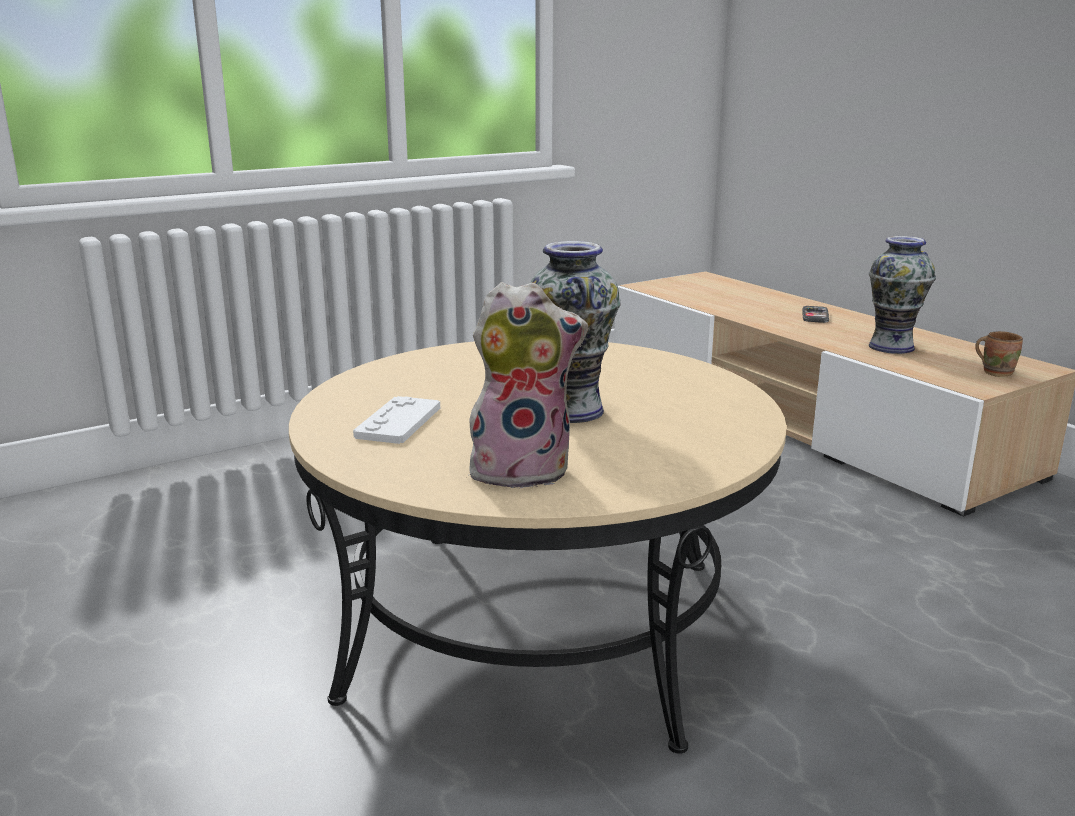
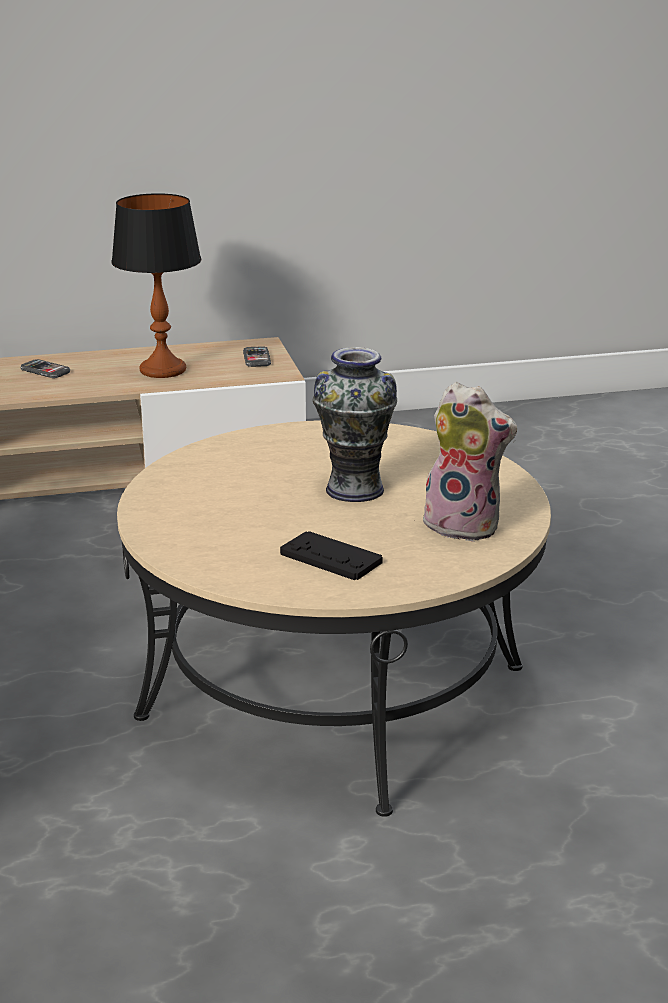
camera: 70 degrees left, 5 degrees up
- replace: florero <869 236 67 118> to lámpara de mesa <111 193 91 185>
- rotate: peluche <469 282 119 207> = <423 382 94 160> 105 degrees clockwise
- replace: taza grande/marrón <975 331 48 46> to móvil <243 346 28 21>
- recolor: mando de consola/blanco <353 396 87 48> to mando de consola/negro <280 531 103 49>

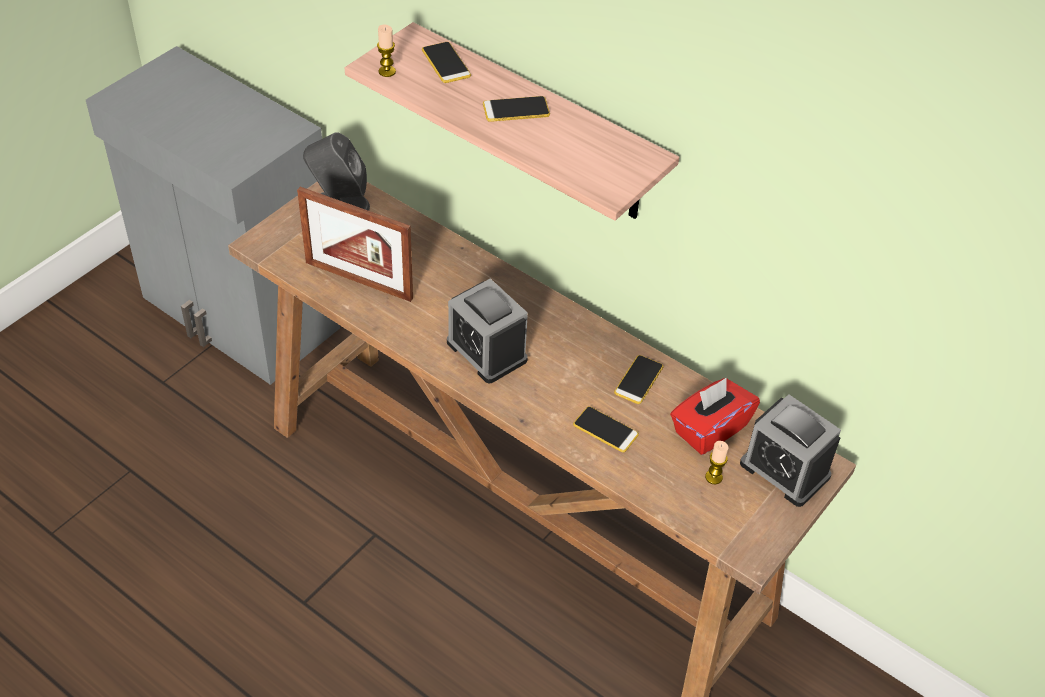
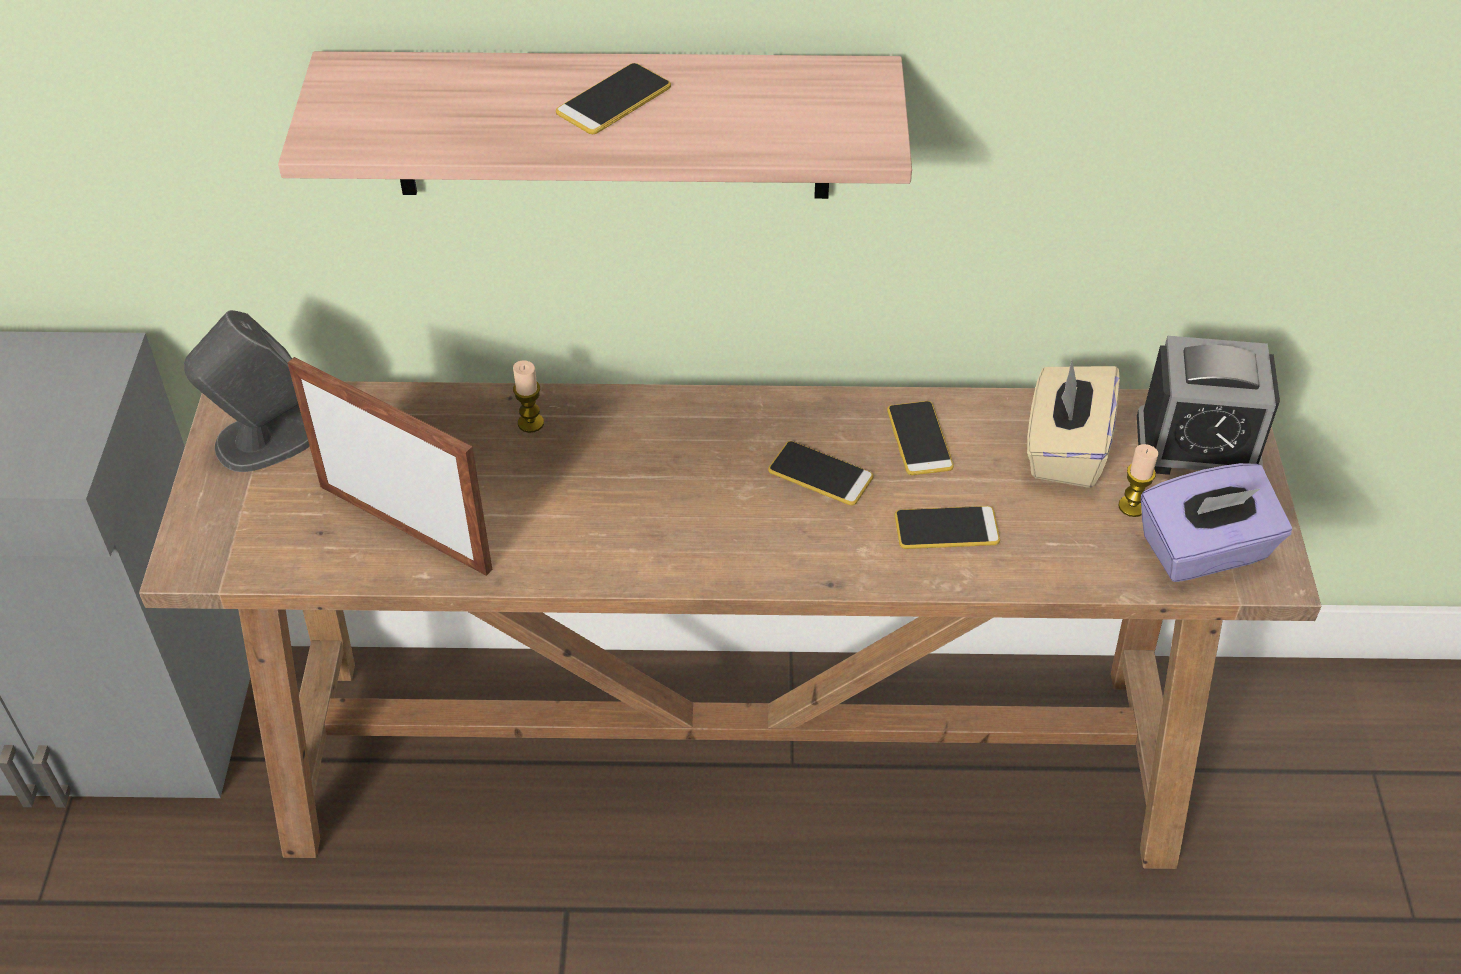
camera: 35 degrees left, 0 degrees up
- move: vela <377 25 19 52> to <513 361 31 72>
- move: móvil <422 42 49 41> to <768 441 105 65>
- rotate: portarretratos <297 187 116 115> = <288 357 204 219> 135 degrees counterclockwise
- delete: despertador <447 278 81 105>
- recolor: caja de pañuelos/rojo <670 378 90 77> to caja de pañuelos/beis <1027 361 93 127>
- insert: caja de pañuelos/morado <1141 463 151 119>

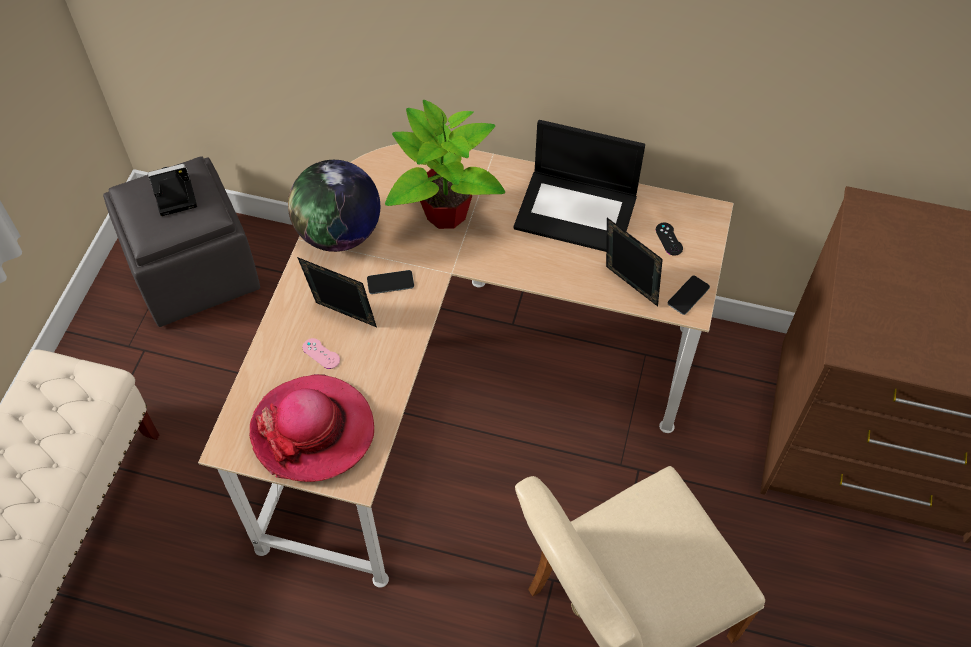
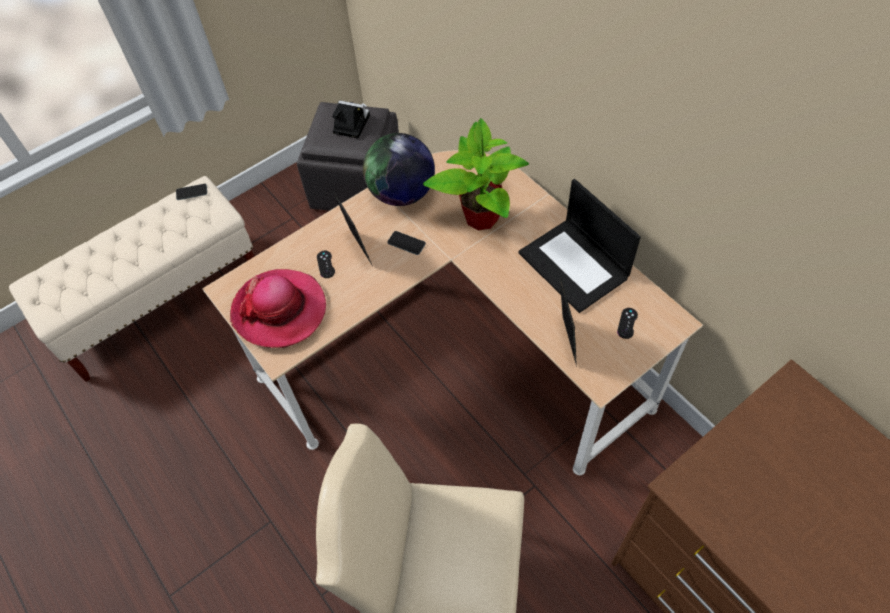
camera: 40 degrees right, 0 degrees up
- move: móvil <668 276 42 39> to <176 184 31 16>
- recolor: mando de consola/rosa <303 338 37 31> to mando de consola/negro <317 251 18 27>

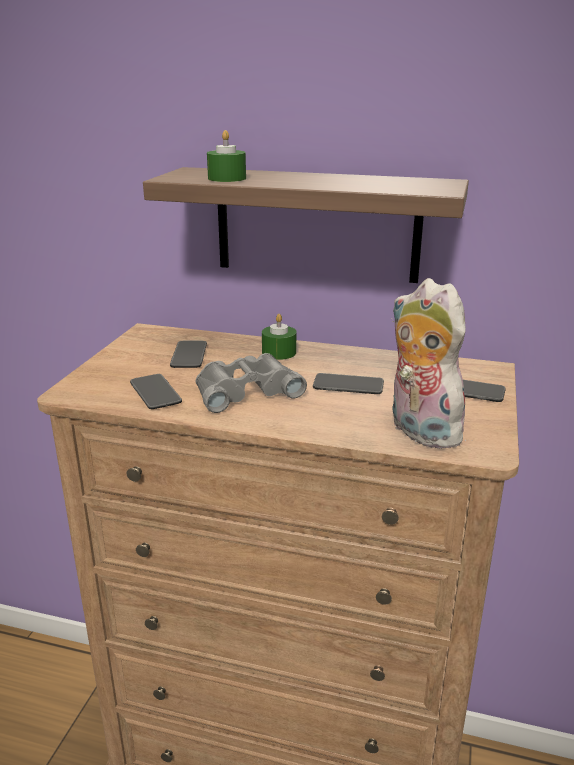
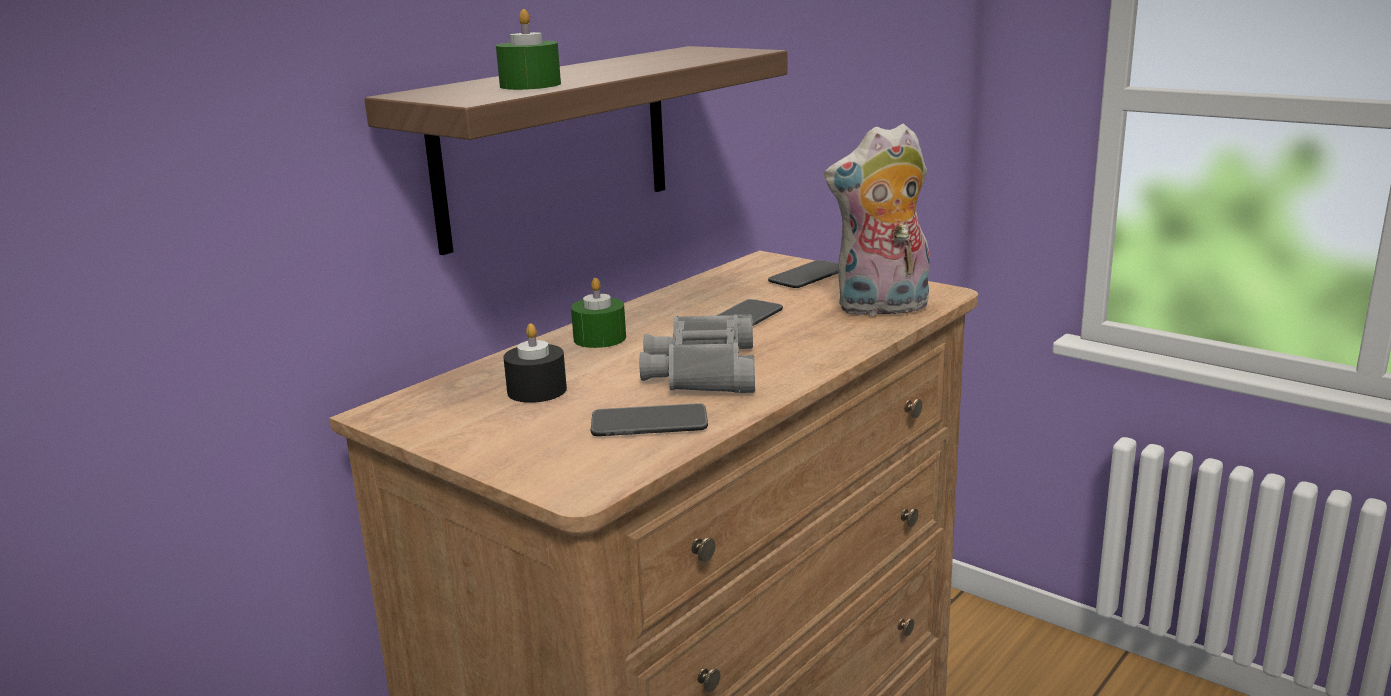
camera: 65 degrees left, 5 degrees down
- replace: móvil <170 341 37 27> to vela/negro <503 324 64 79>

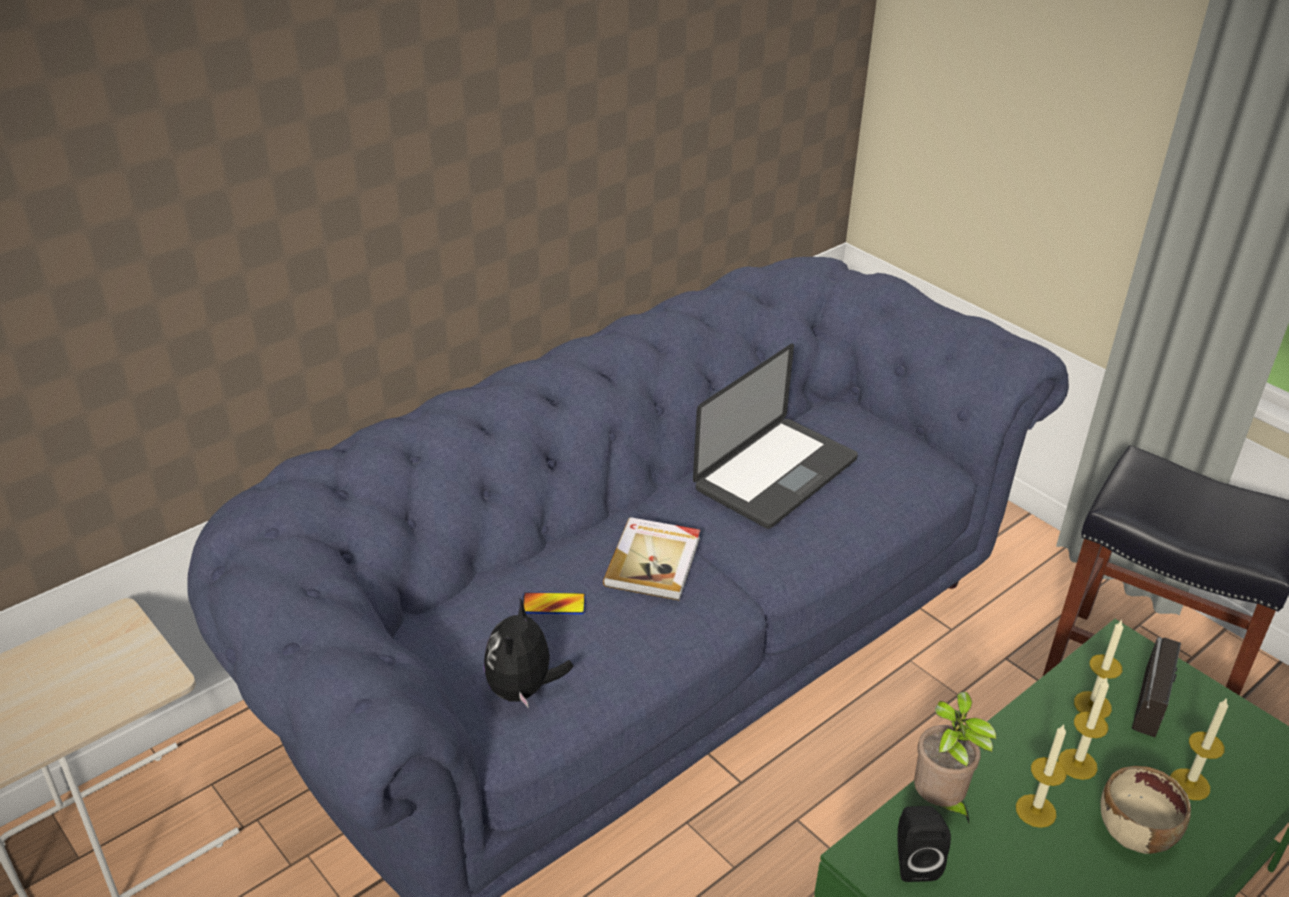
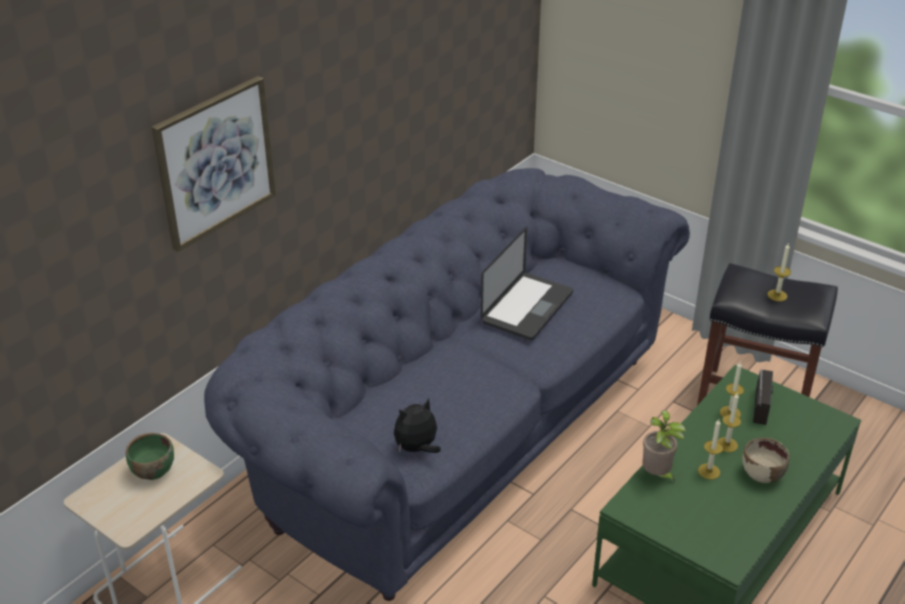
camera: 10 degrees left, 0 degrees up
- delete: libro <603 517 97 83>
- delete: móvil <522 592 64 22>
- rotate: peluche <483 598 91 110> = <394 398 47 55> 60 degrees clockwise
- move: vela <1170 698 58 102> to <768 244 23 57>
- delete: altavoz/negro <898 806 53 76>
- insert: cuadro <151 76 125 176>
- insert: cuenco/verde <126 433 48 47>

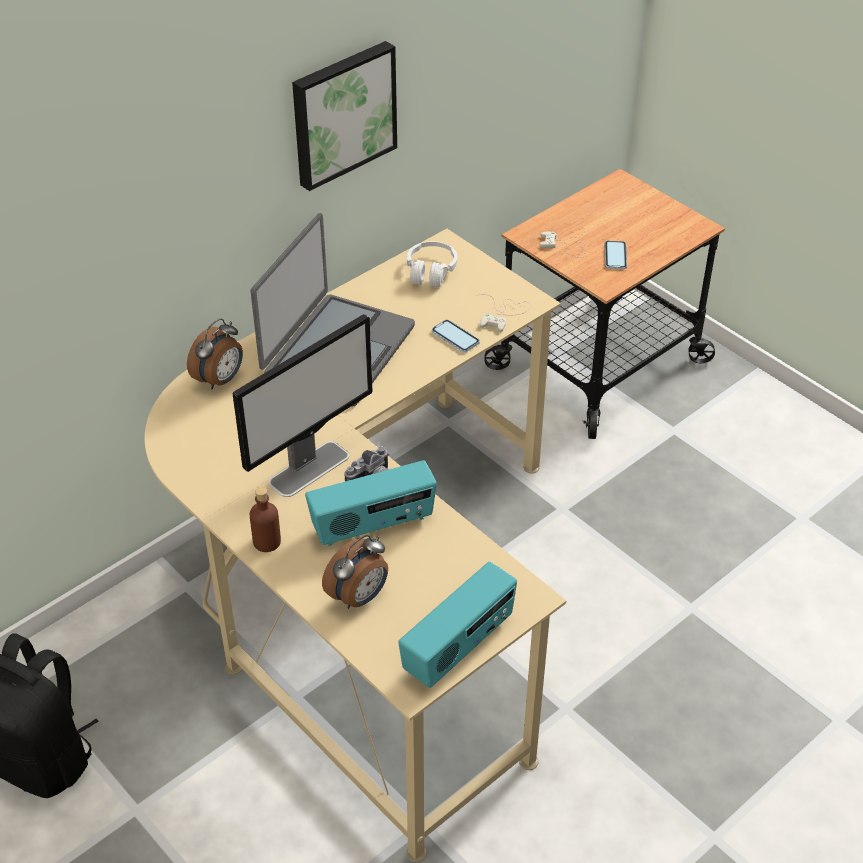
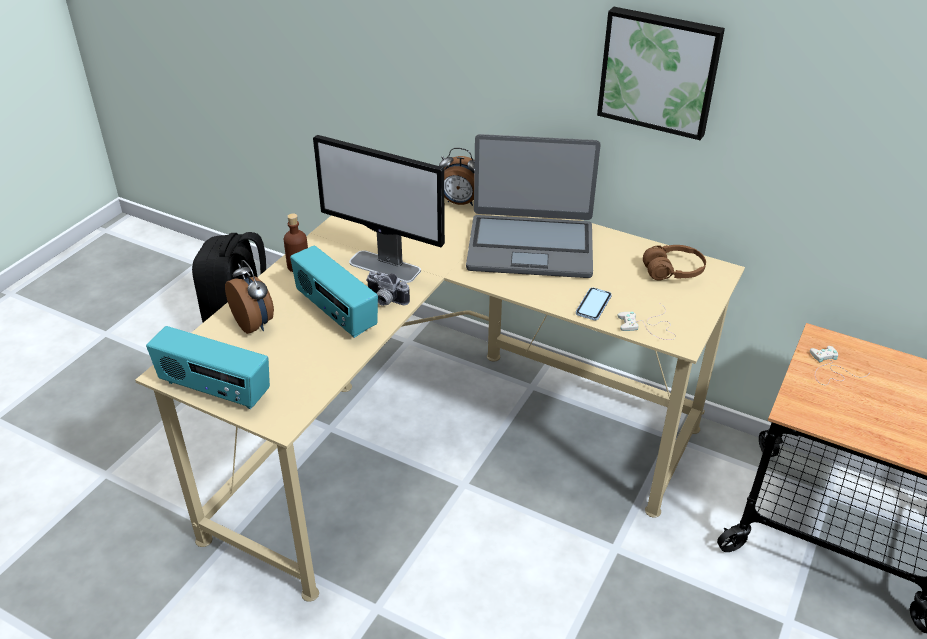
camera: 70 degrees right, 5 degrees down
- recolor: auriculares/blanco <407 241 50 46> to auriculares/marrón <643 245 63 36>
- delete: móvil <605 241 22 28>
- rotate: despertador <322 535 66 74> = <225 260 49 74> 150 degrees counterclockwise

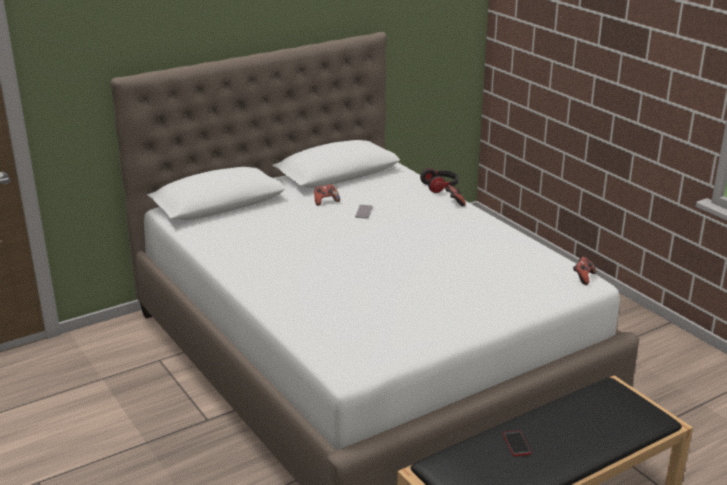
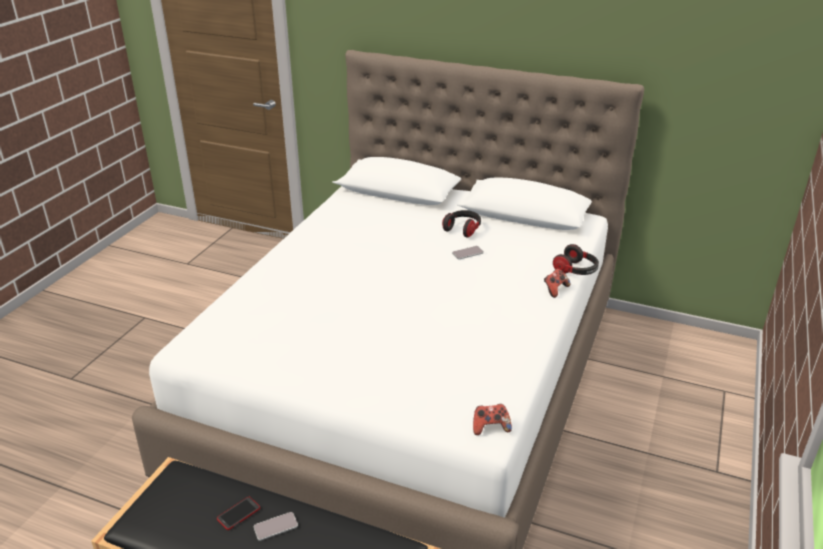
camera: 55 degrees right, 5 degrees up
- replace: mando de consola <314 184 26 22> to auriculares <442 210 39 28>
- insert: móvil <254 512 44 29>

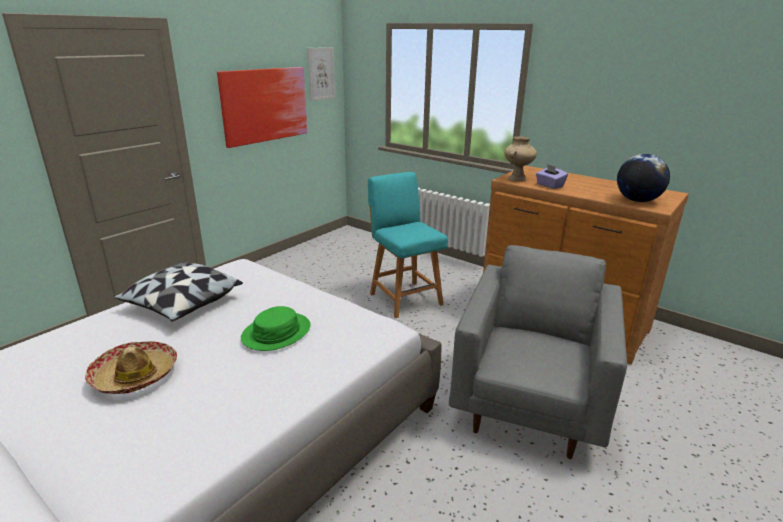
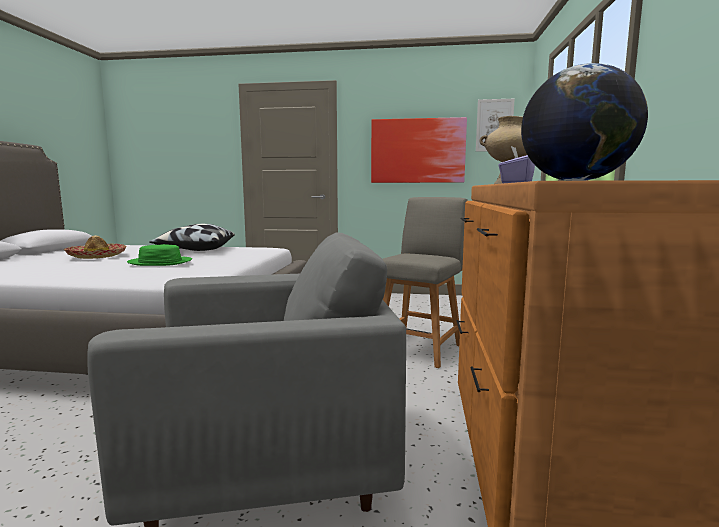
camera: 60 degrees right, 15 degrees down
- recolor: silla/turquesa <368 172 80 146> to silla/gris <383 197 85 171>

